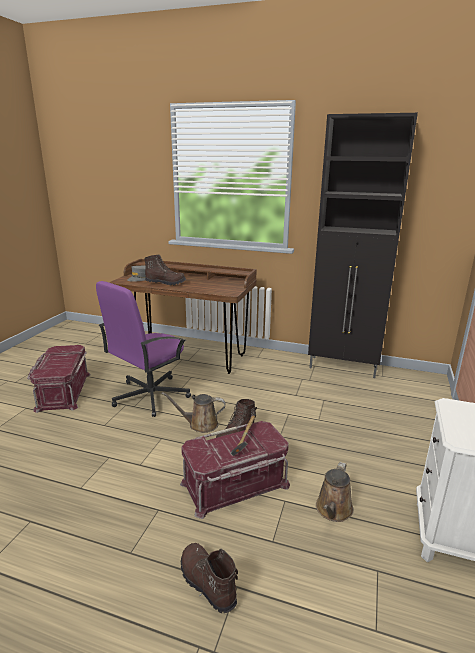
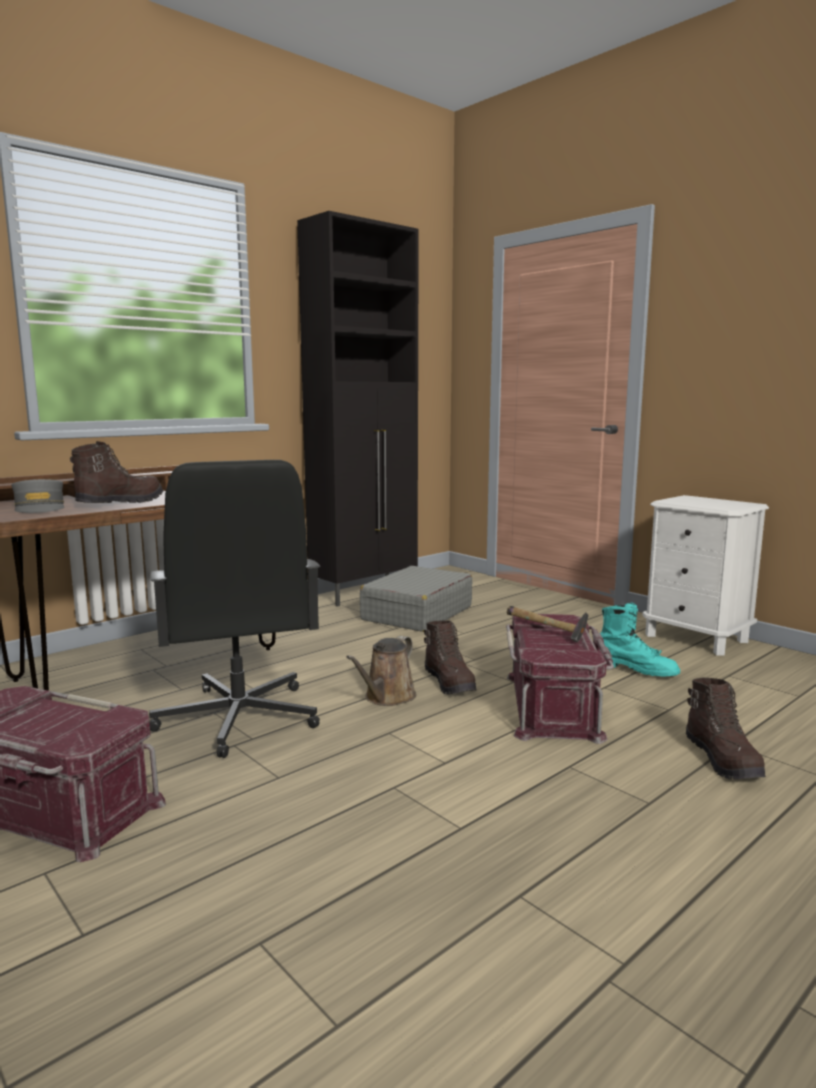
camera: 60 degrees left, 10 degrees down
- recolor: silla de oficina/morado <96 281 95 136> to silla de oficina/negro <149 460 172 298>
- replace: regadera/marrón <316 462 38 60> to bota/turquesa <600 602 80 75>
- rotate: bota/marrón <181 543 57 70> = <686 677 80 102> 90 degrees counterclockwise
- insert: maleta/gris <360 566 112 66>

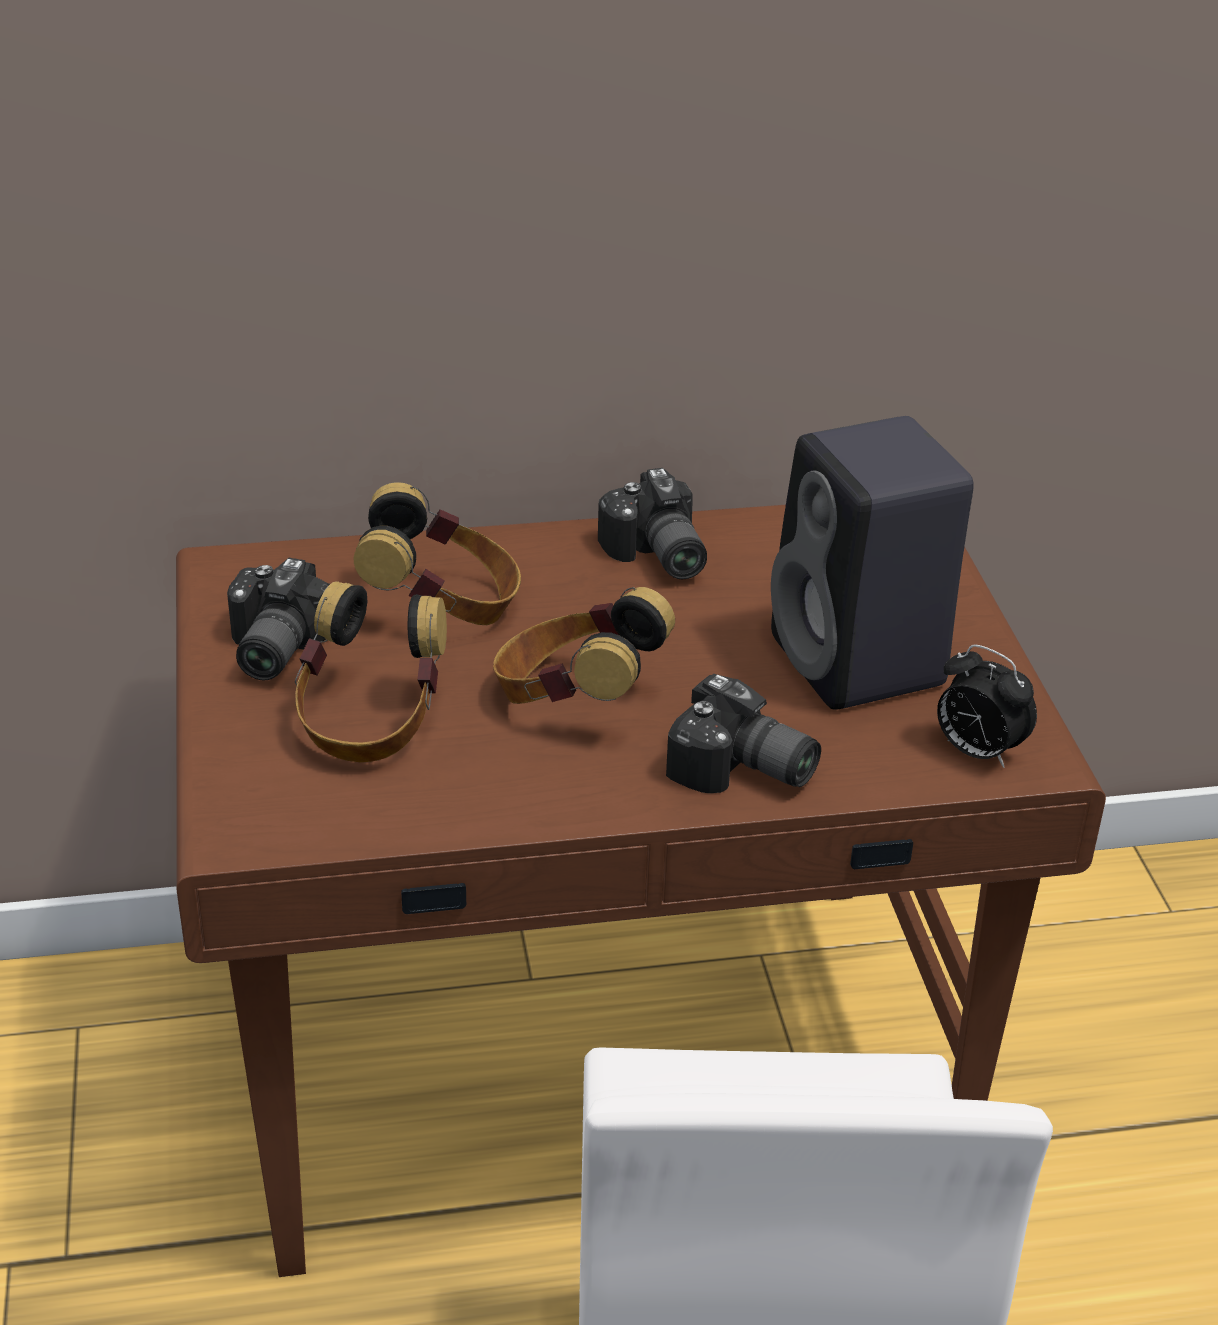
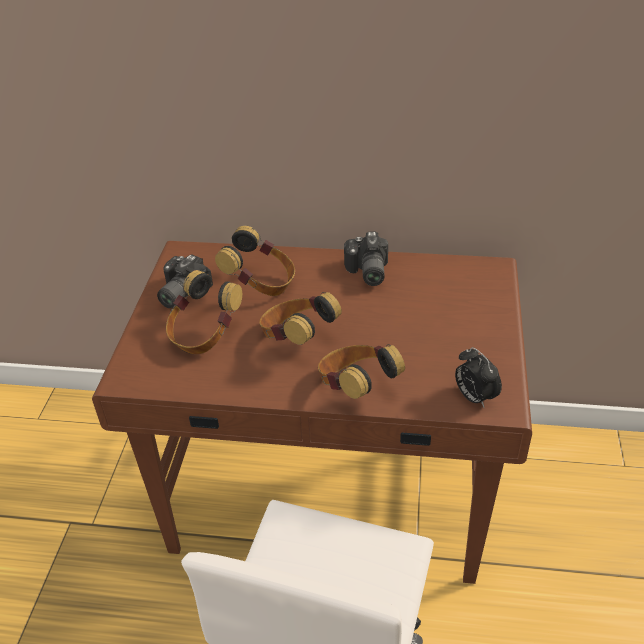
camera: 20 degrees right, 5 degrees up
- delete: altavoz/negro <771 416 203 294>
- replace: cámara <666 674 155 119> to auriculares <318 344 87 55>

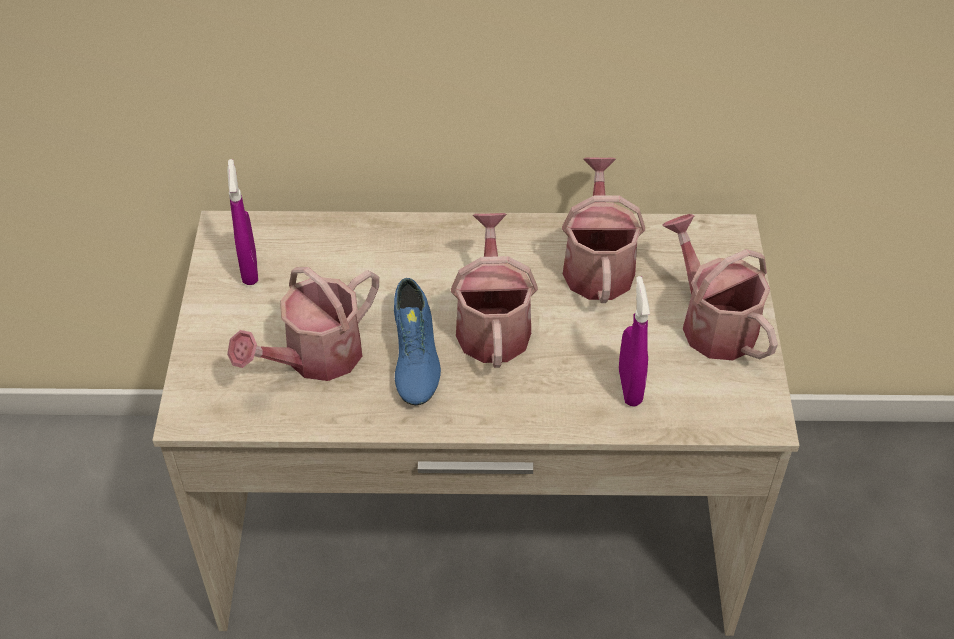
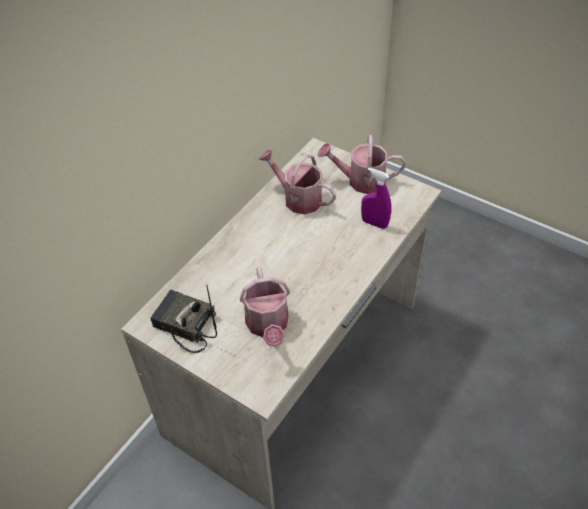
camera: 55 degrees left, 0 degrees up
- replace: pulverizador/morado <227 159 31 126> to radio <150 285 67 68>
- delete: regadera <451 213 87 155>
- delete: zapato/azul <394 278 47 127>

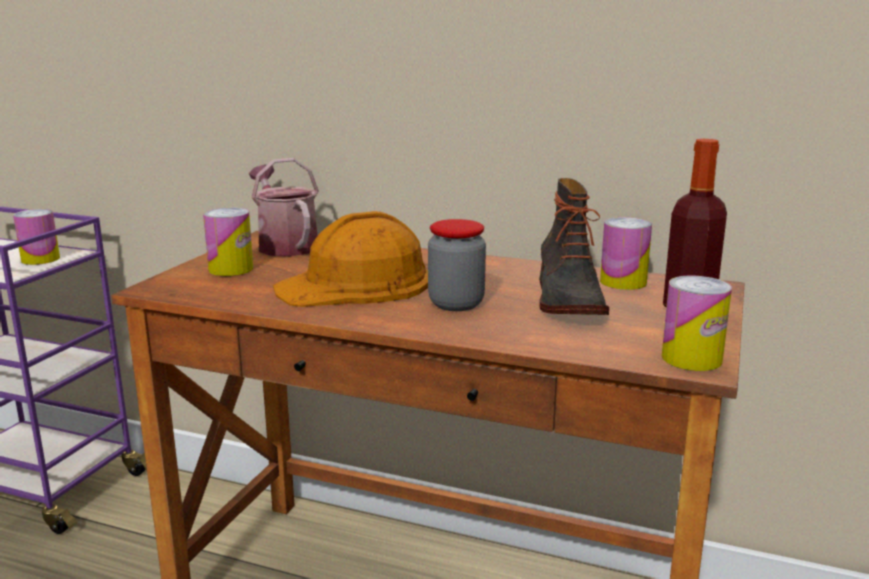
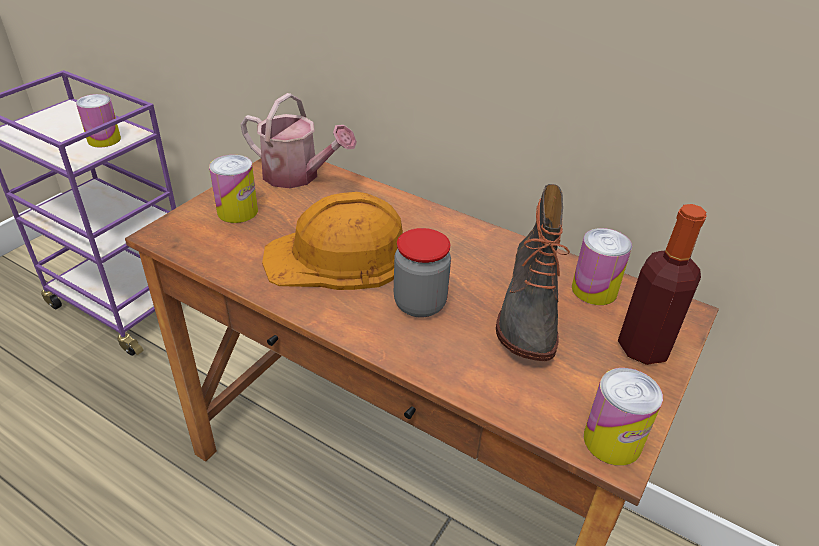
camera: 10 degrees right, 20 degrees up
- rotate: regadera <249 158 70 98> = <240 93 117 95> 135 degrees clockwise

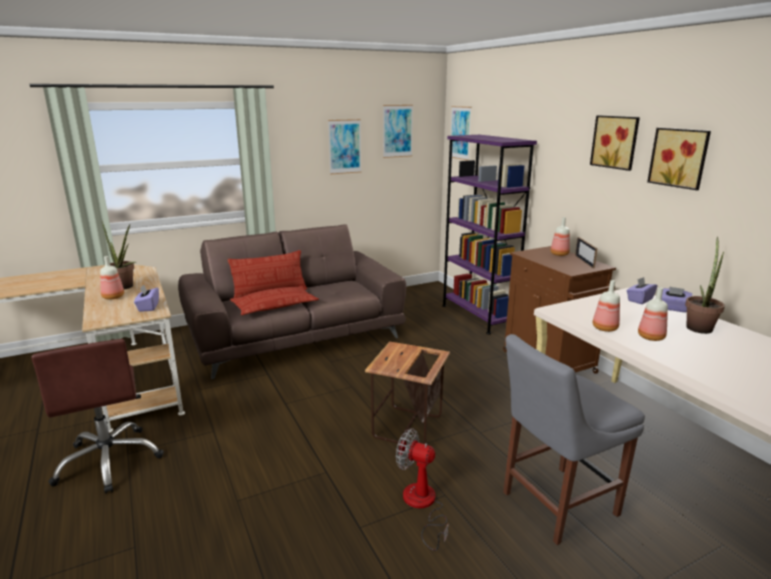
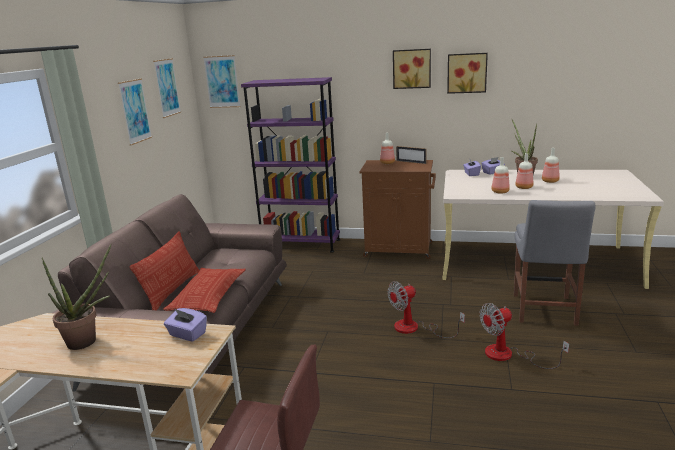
camera: 50 degrees left, 0 degrees up
- move: botella <100 256 24 44> to <542 148 18 35>
- replace: mesa auxiliar <365 342 85 103> to ventilador <387 281 78 57>

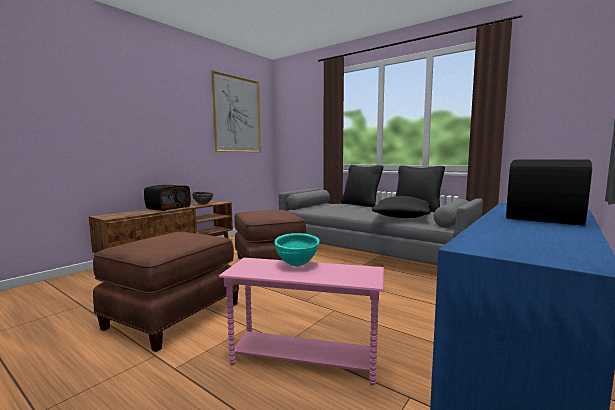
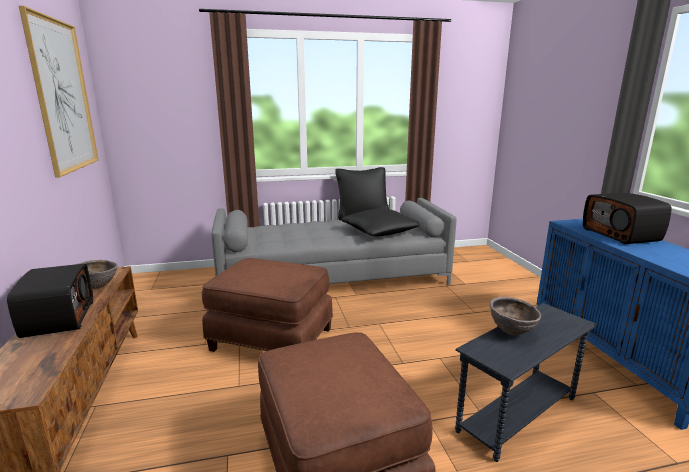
camera: 50 degrees left, 10 degrees up
- delete: cojín/negro <341 165 43 42>
- recolor: cuenco/turquesa <274 233 46 33> to cuenco/marrón <490 297 51 38>
- recolor: mesa auxiliar/rosa <219 258 165 127> to mesa auxiliar/gris <455 303 142 159>

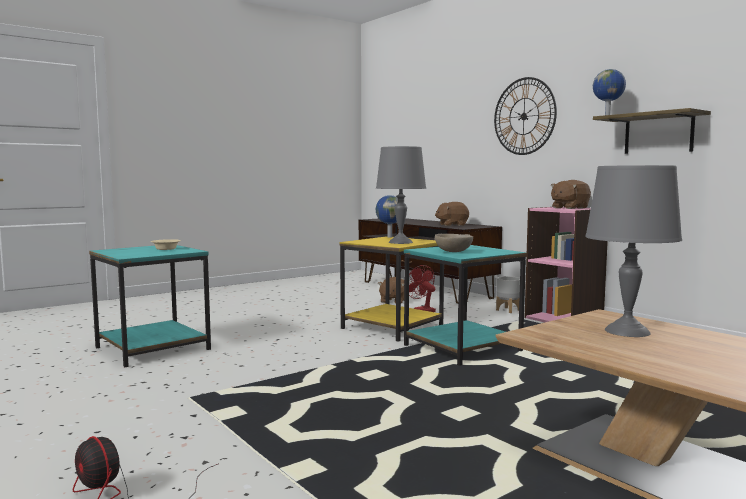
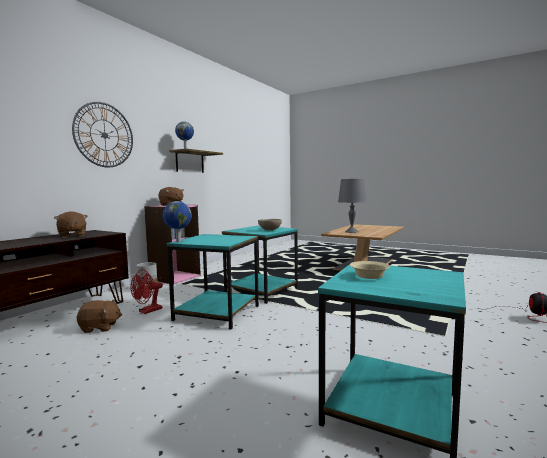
camera: 110 degrees left, 0 degrees up
- delete: lámpara de mesa/gris <376 146 50 98>
- recolor: mesa auxiliar/amarillo <339 236 105 106> to mesa auxiliar/turquesa <167 234 92 96>

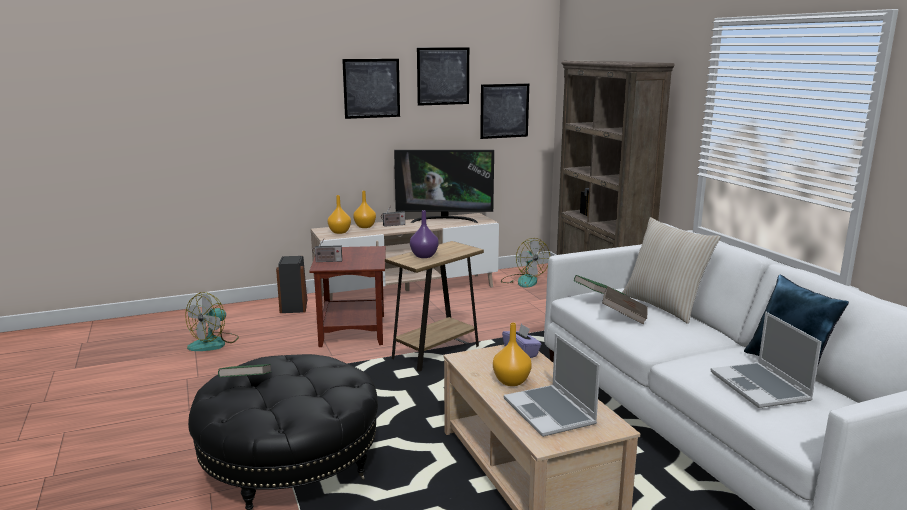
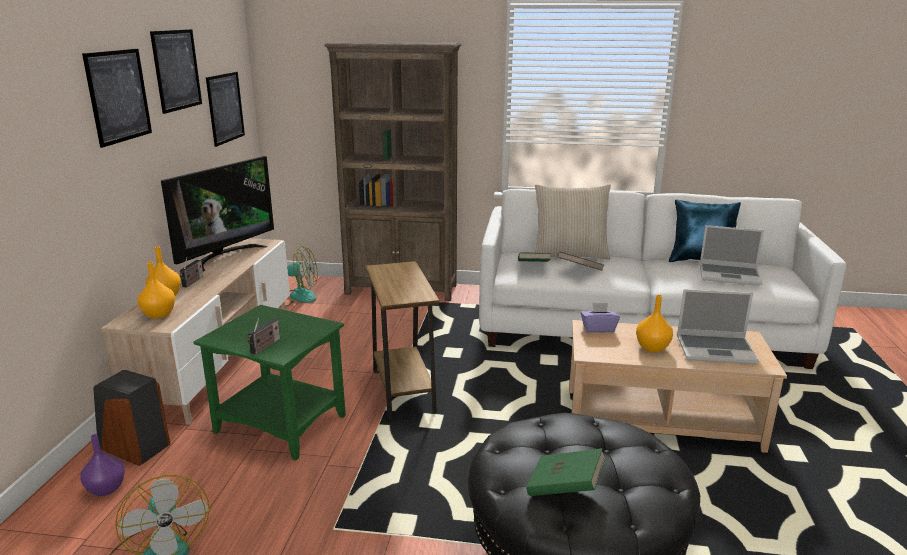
camera: 60 degrees left, 5 degrees up
- move: florero/morado <410 210 29 48> to <80 434 45 62>
- recolor: mesa auxiliar/marrón <309 246 77 101> to mesa auxiliar/verde <193 305 153 156>

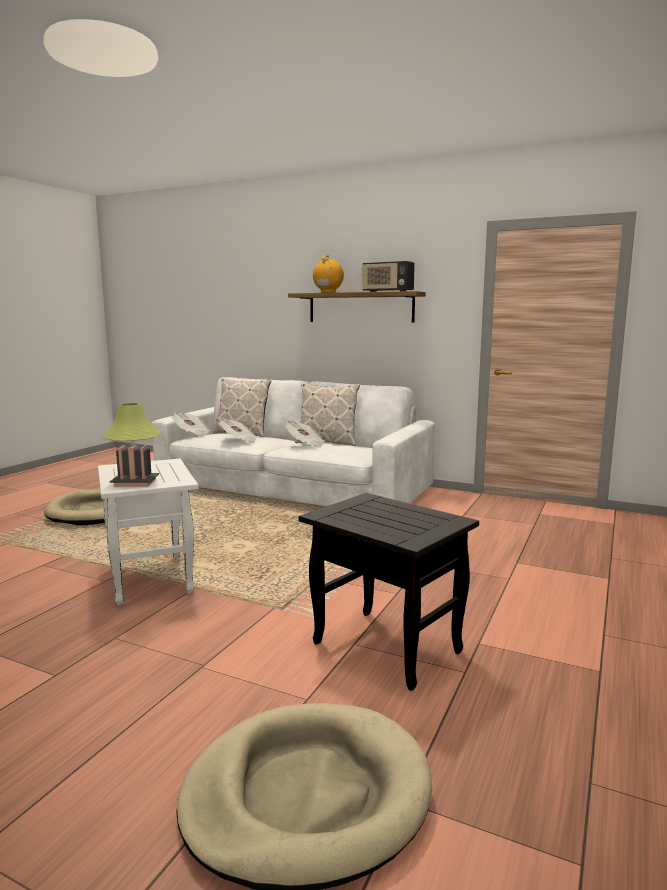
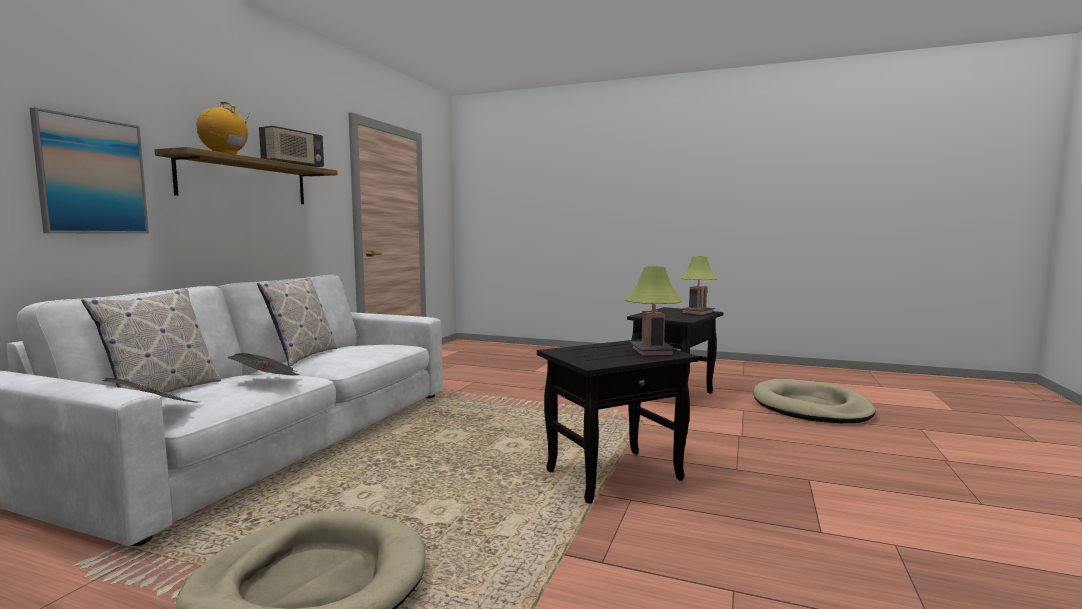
camera: 95 degrees left, 5 degrees down
- delete: periódico <285 420 40 28>
- recolor: mesa auxiliar/blanco <98 459 101 147> to mesa auxiliar/negro <537 339 162 165>
- insert: cuadro <30 107 119 127>
- insert: lámpara de mesa <680 256 38 59>

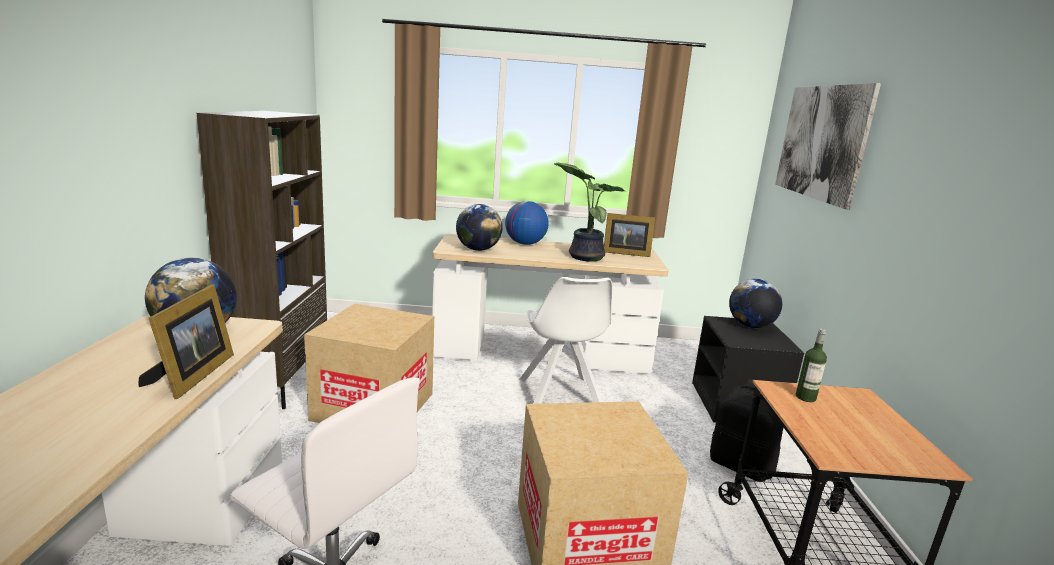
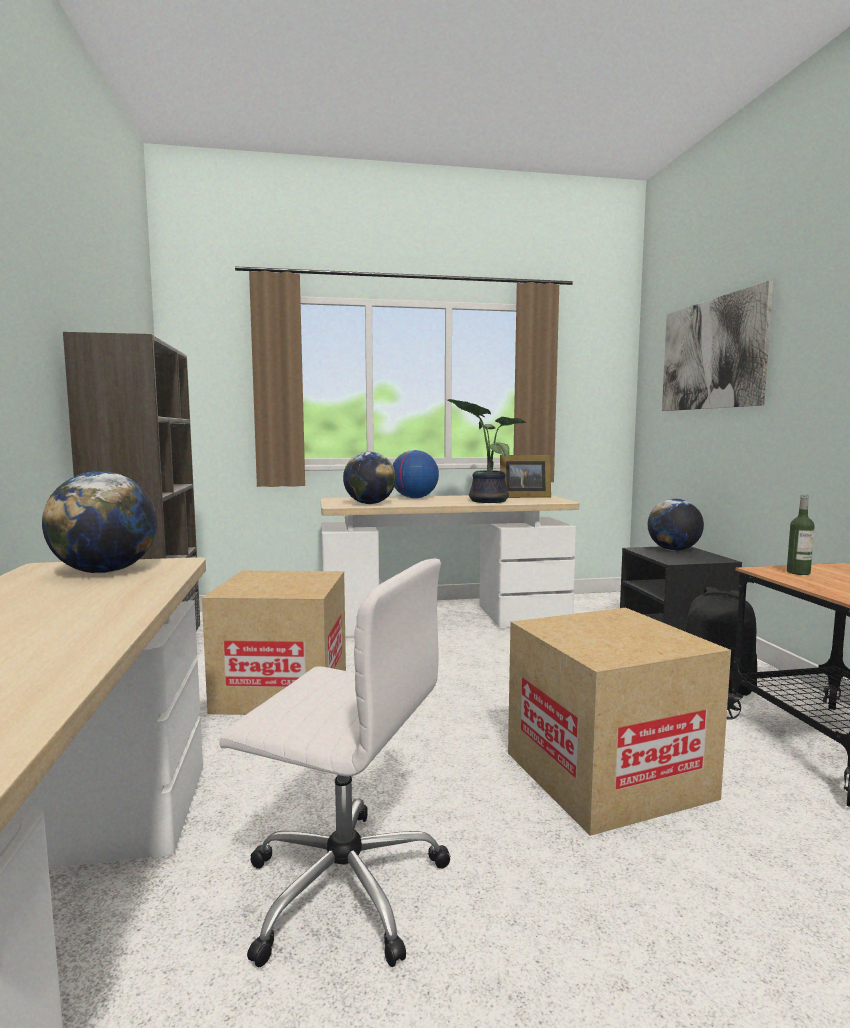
camera: 10 degrees left, 10 degrees down
- delete: silla/blanco <519 277 93 127>
- delete: portarretratos <139 284 95 115>

